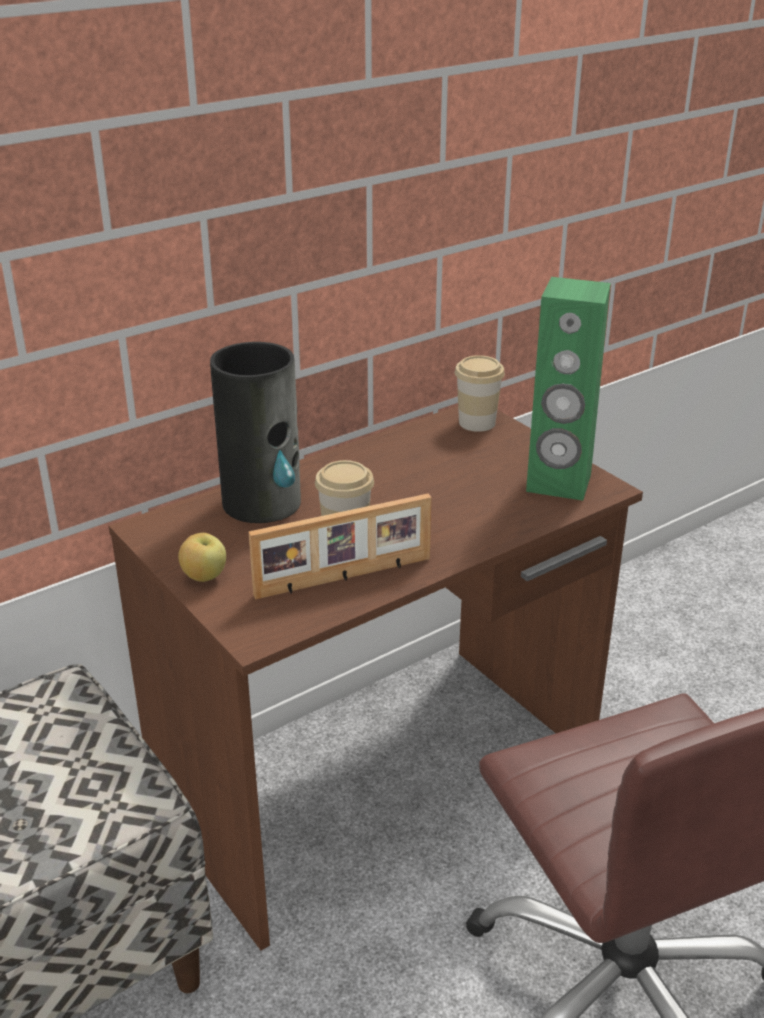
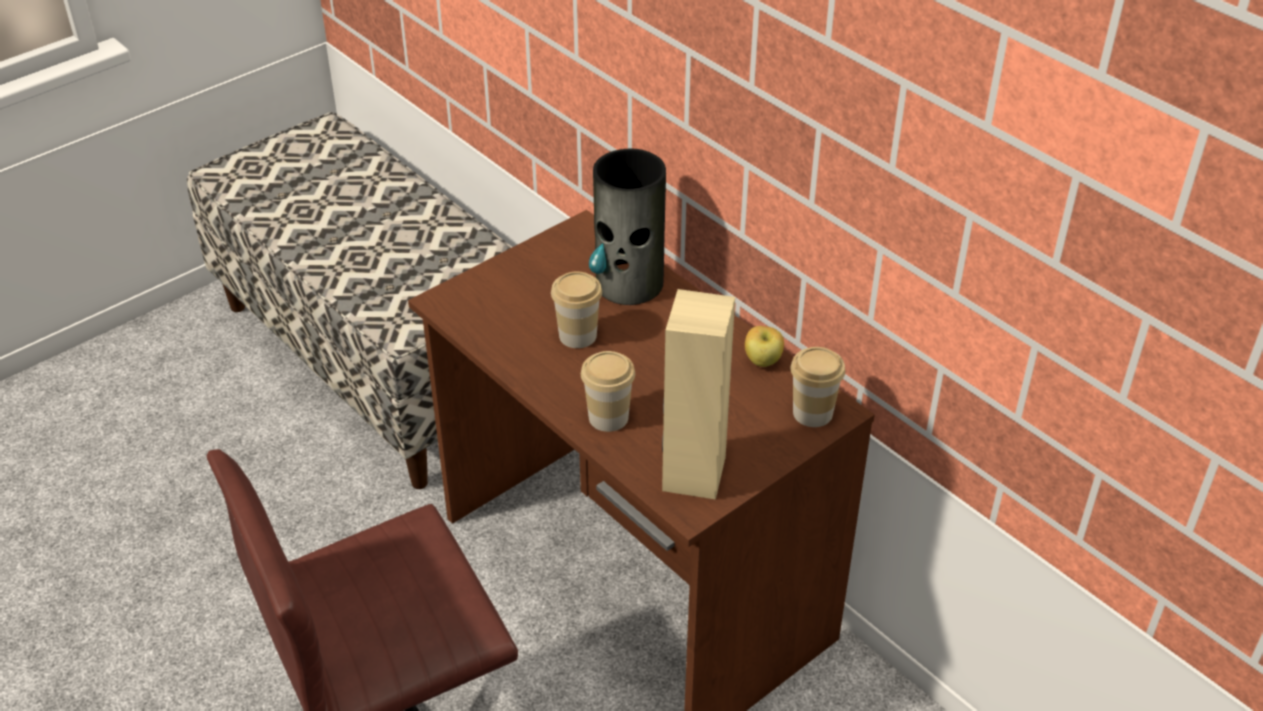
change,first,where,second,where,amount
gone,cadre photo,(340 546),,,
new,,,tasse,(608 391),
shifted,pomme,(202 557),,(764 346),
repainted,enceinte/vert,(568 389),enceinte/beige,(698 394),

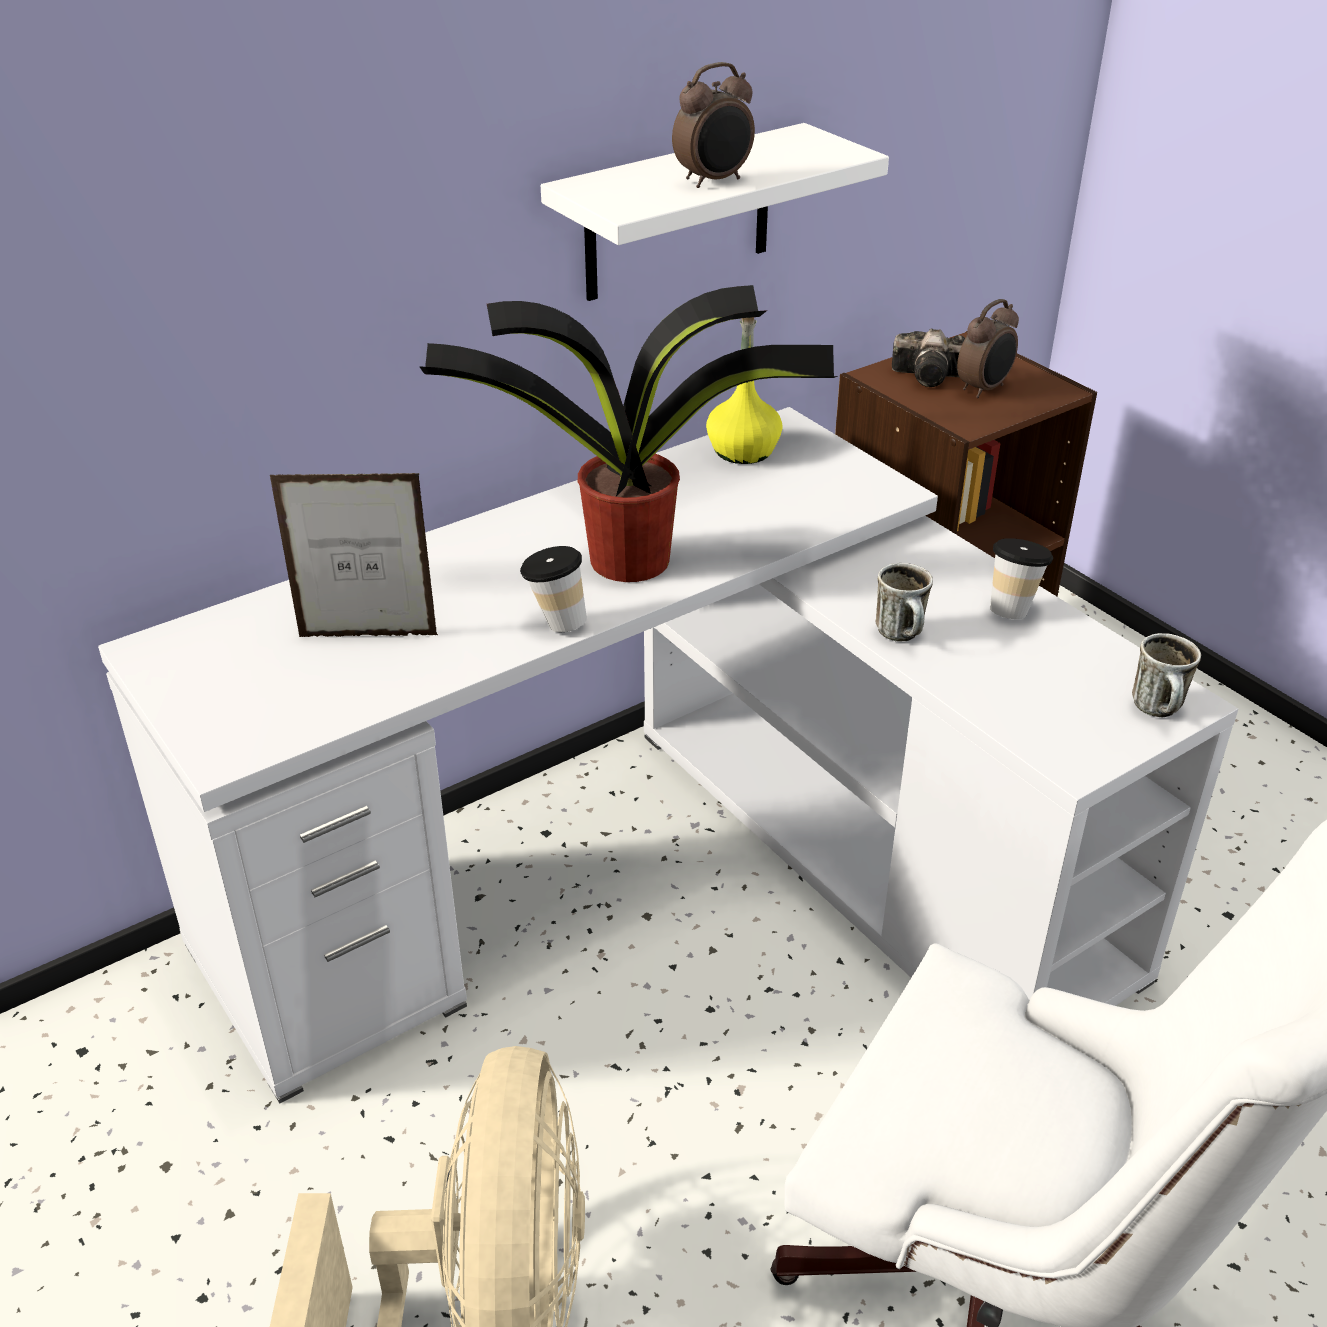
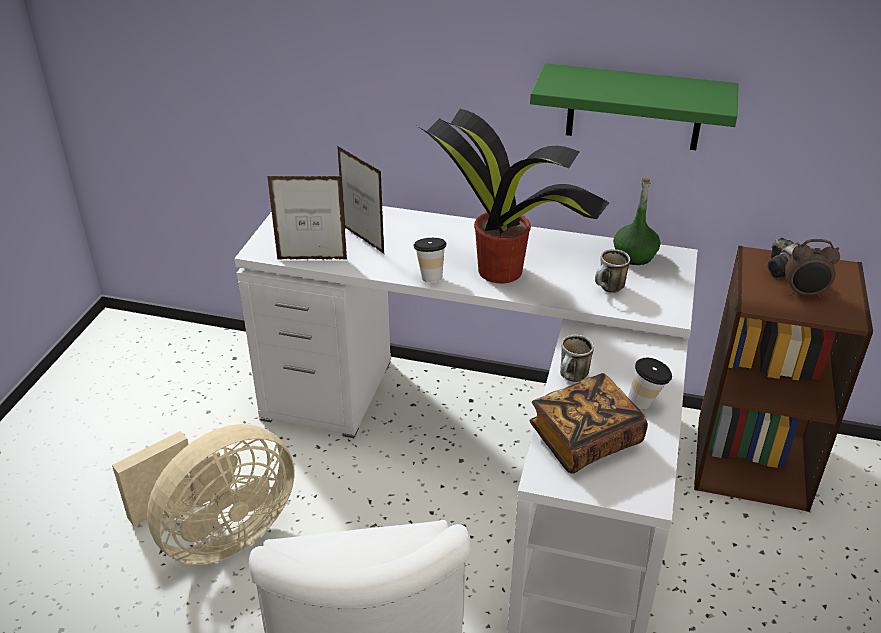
change,first,where,second,where,amount
gone,réveil,(713 125),,,
new,,,cadre photo,(307 218),
new,,,livre,(588 423),
shifted,mug,(1166 675),,(612 271),
repainted,étagère/blanc,(715 212),étagère/vert,(634 106),
repainted,bouteille/jaune,(744 390),bouteille/vert,(636 221),

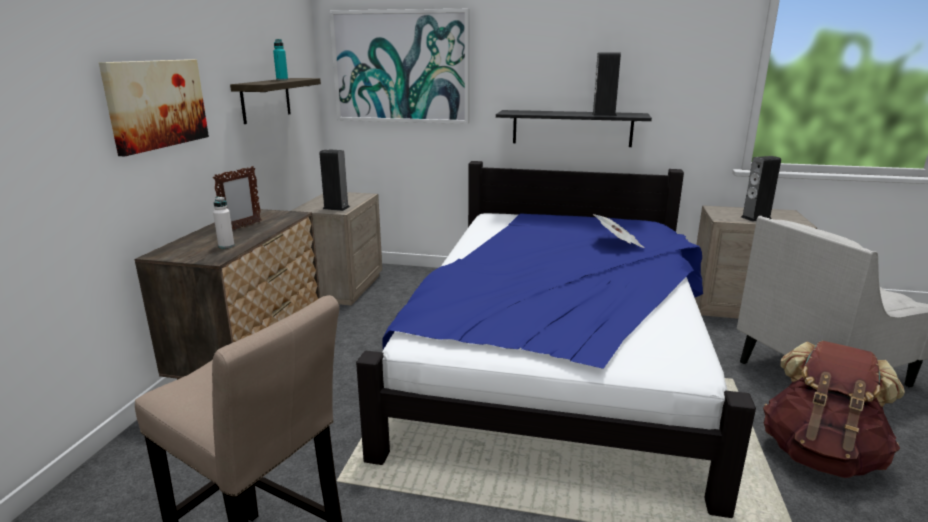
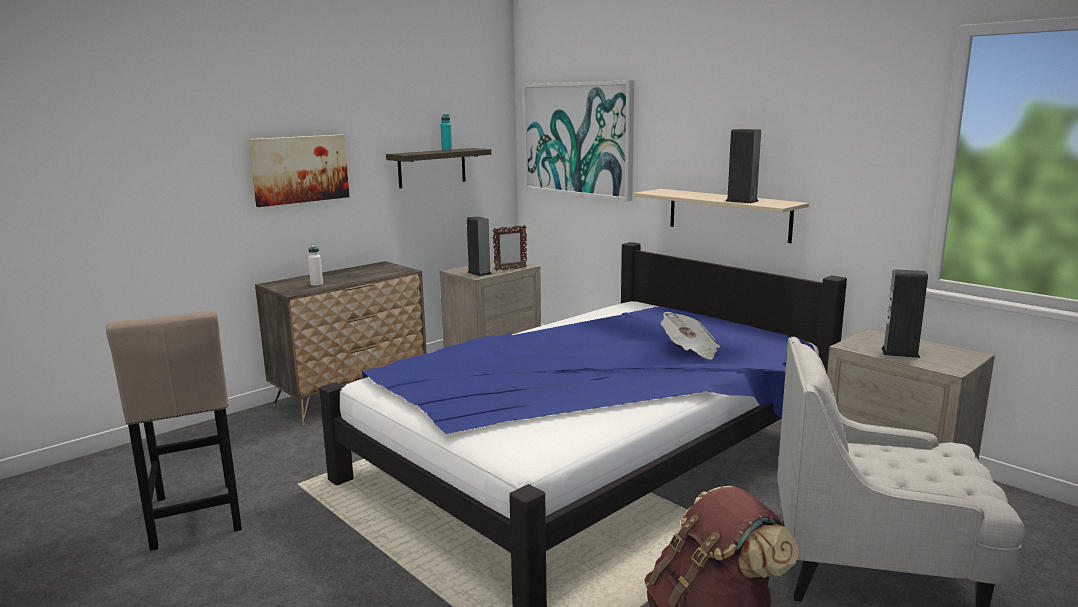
change,first,where,second,where,amount
shifted,cadre photo,(237 198),,(509 248),
repainted,étagère/noir,(574 128),étagère/beige,(721 216),

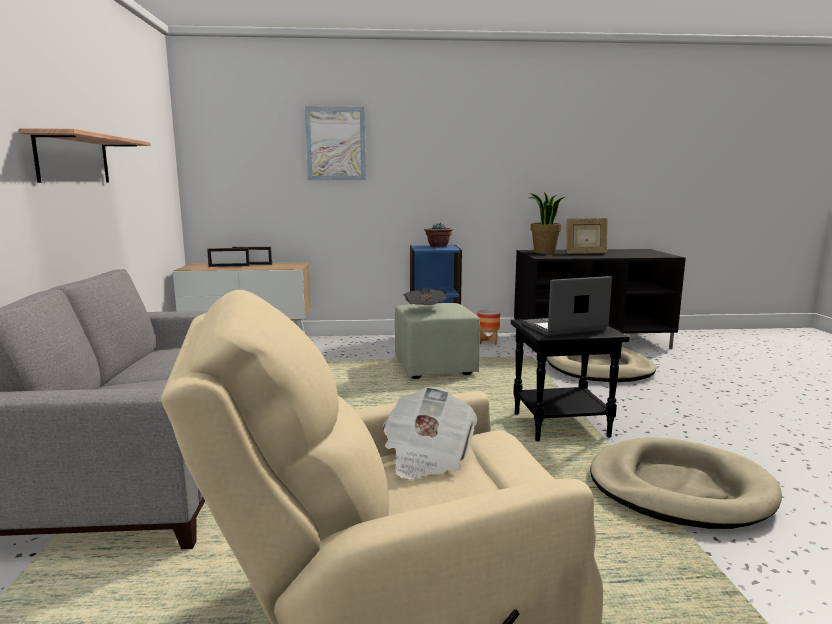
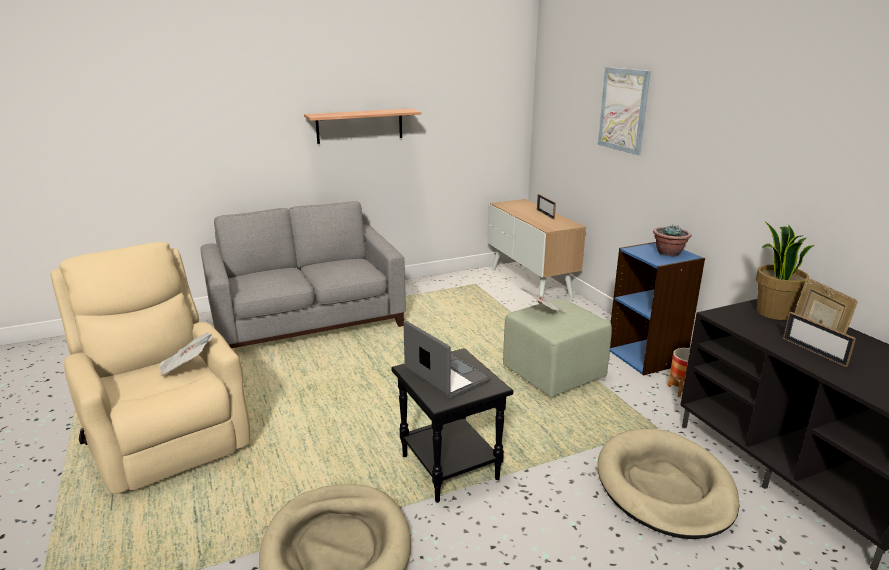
change,first,where,second,where,amount
shifted,cadre photo,(228 257),,(819 339),

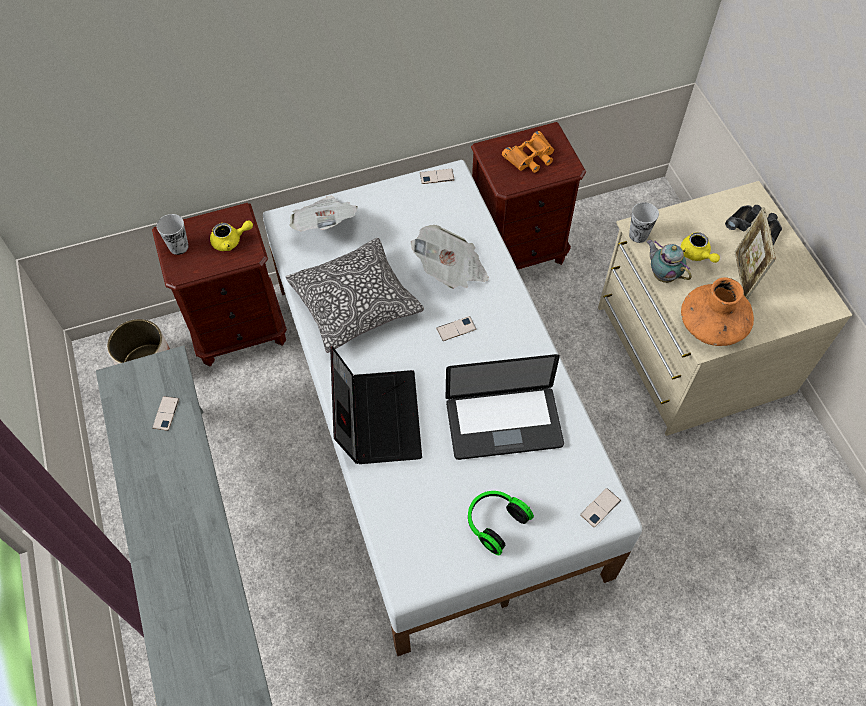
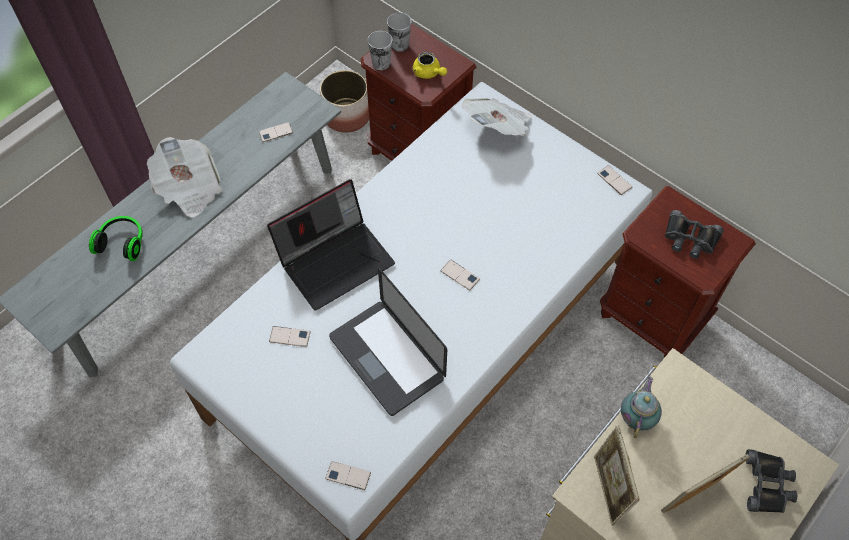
change,first,where,second,where,amount
gone,coussin,(355 295),,,
gone,théière/jaune,(700 247),,,
new,,,téléphone,(290 336),
shifted,journal,(450 256),,(185 177),
shifted,casque audio,(501 523),,(116 238),
shifted,tasse,(644 222),,(380 50),
swapped,vase/orange,(717 311),cadre photo,(617 475),
repainted,jumelles/orange,(528 152),jumelles/noir,(694 234),

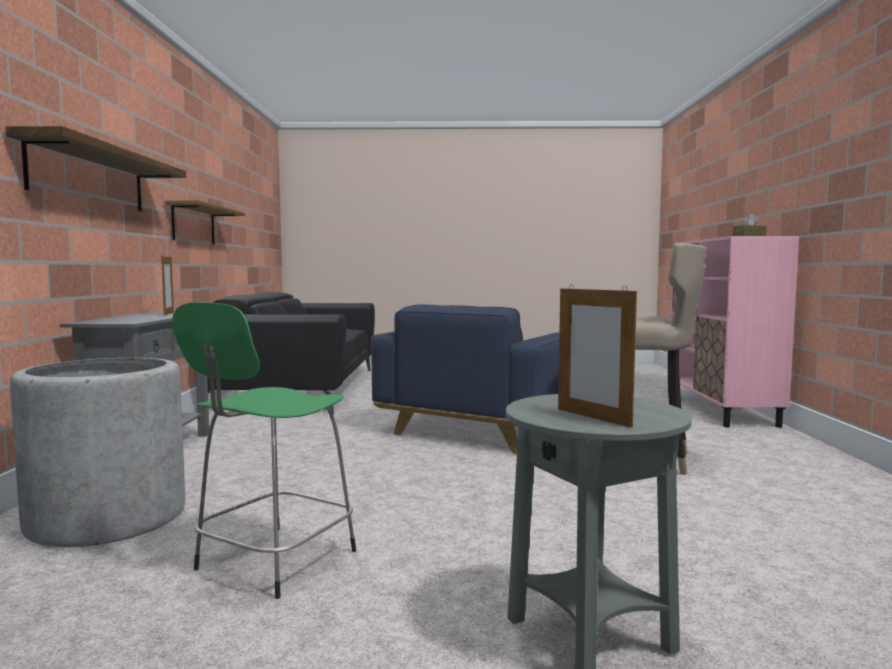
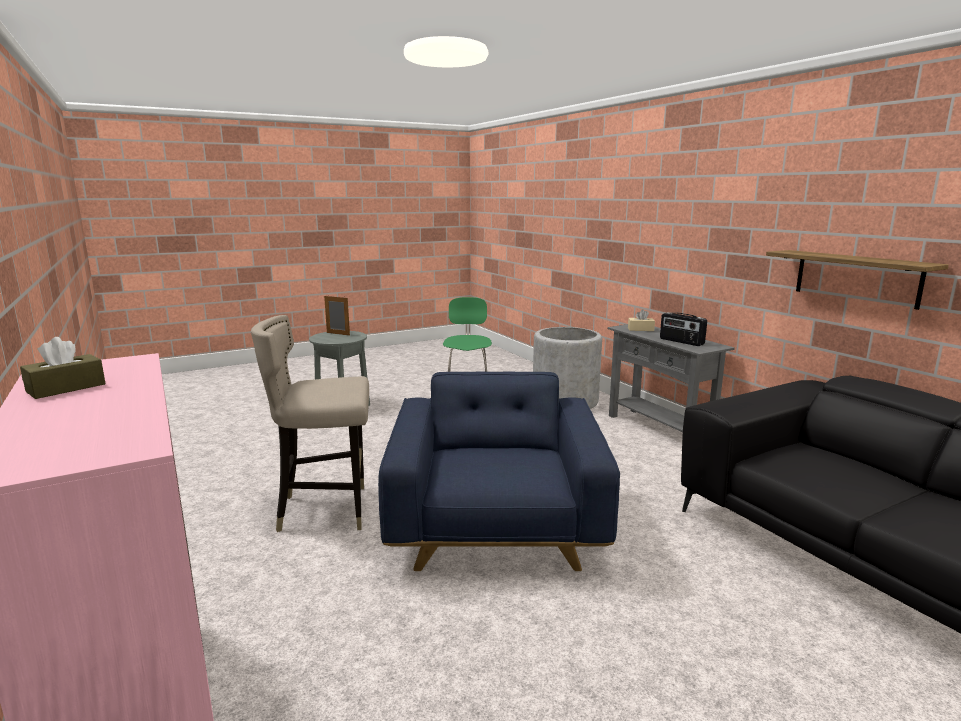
change,first,where,second,where,amount
gone,étagère,(95 168),,,
new,,,boîte à mouchoirs/beige,(641 320),
swapped,cadre photo,(167 285),radio,(683 329),

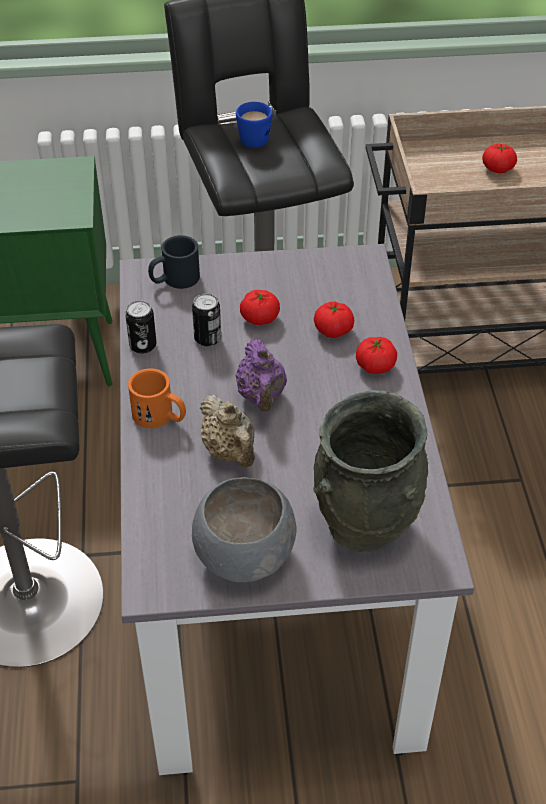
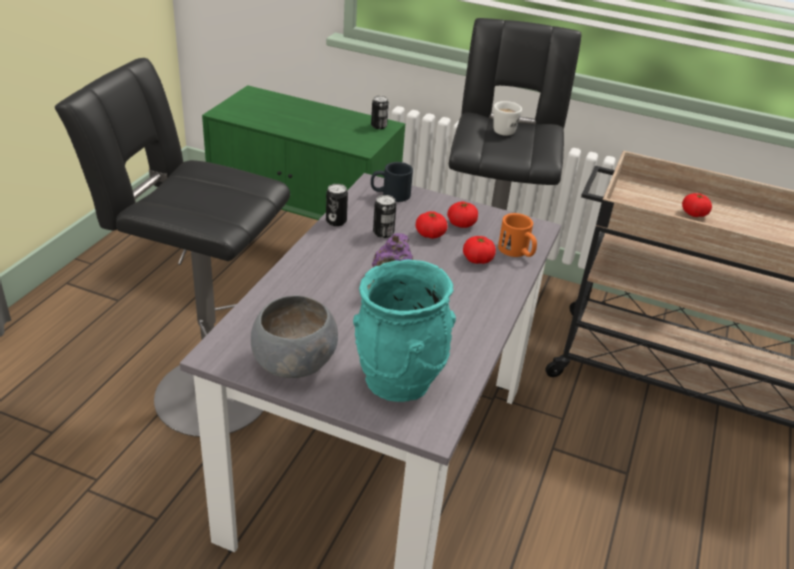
change,first,where,second,where,amount
gone,théière/beige,(227 431),,,
new,,,boîte métallique,(380 112),
shifted,mug/orange,(157 398),,(517 235),
shifted,tomate,(376 355),,(462 215),
repainted,mug/bleu,(254 125),mug/blanc,(507 118),
repainted,vase/gris,(370 471),vase/turquoise,(404 330),

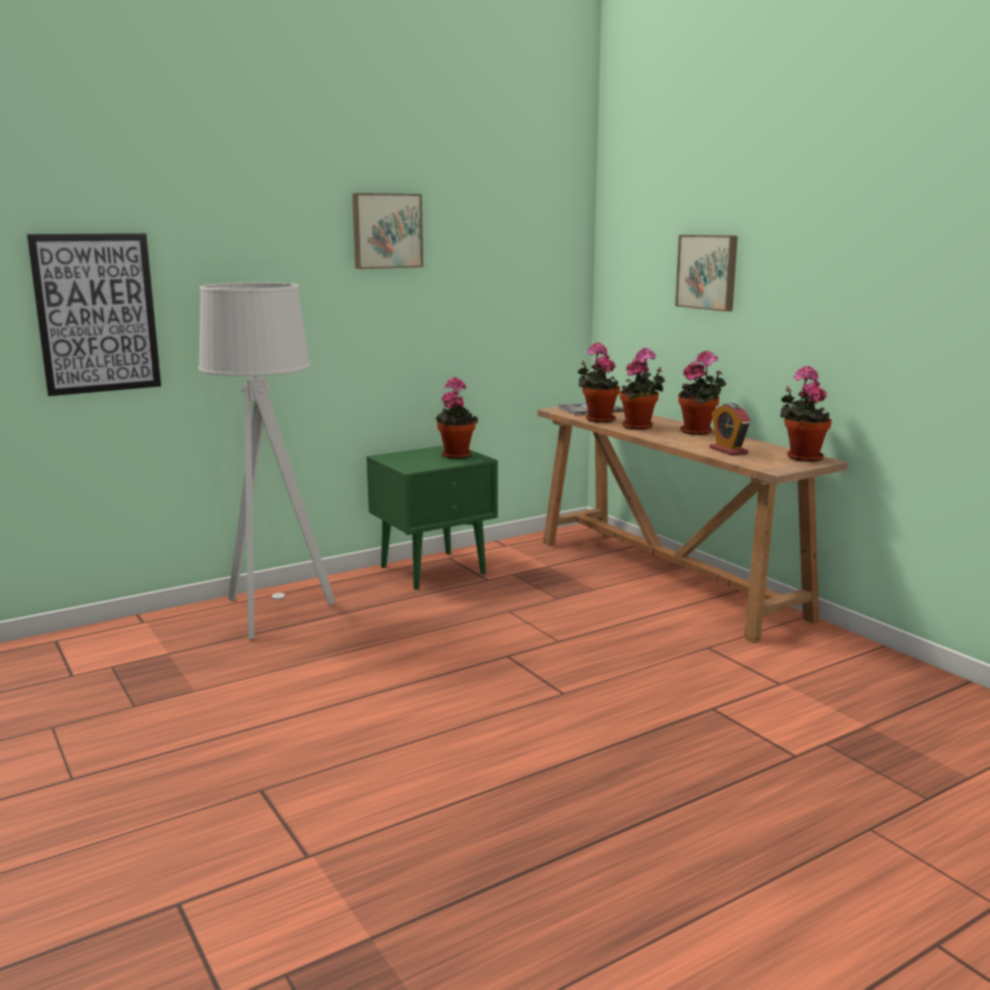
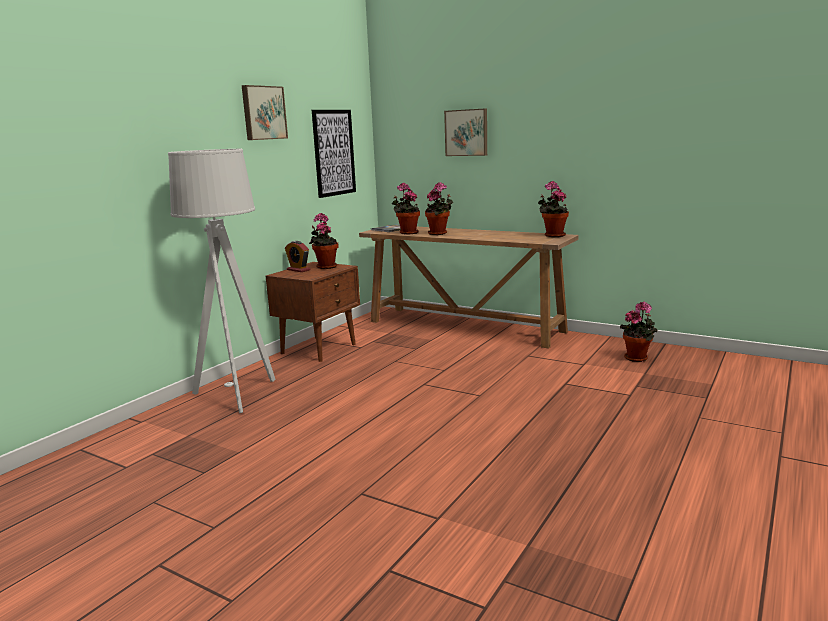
change,first,where,second,where,amount
shifted,tableau,(94 314),,(334 154),
shifted,plante en pot,(702 393),,(639 332),
shifted,réveil,(730 429),,(298 256),
repainted,table de chevet/vert,(432 517),table de chevet/marron,(313 312),

